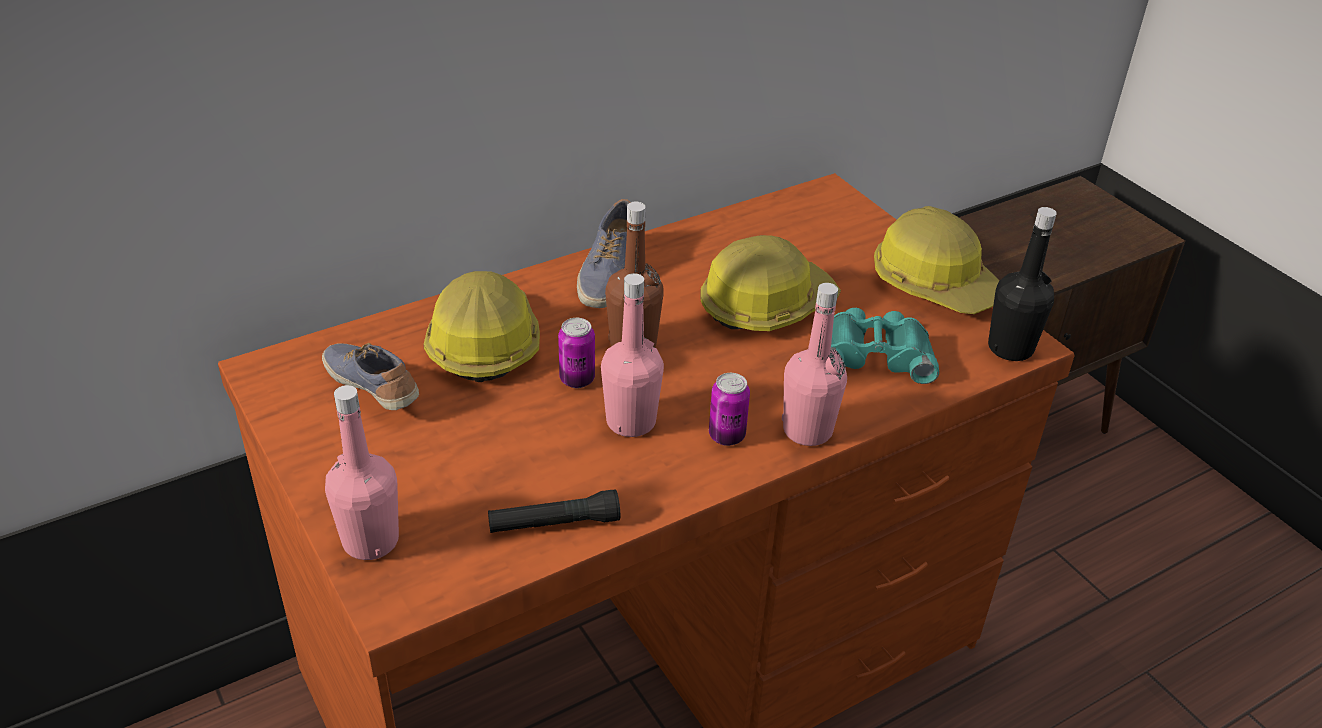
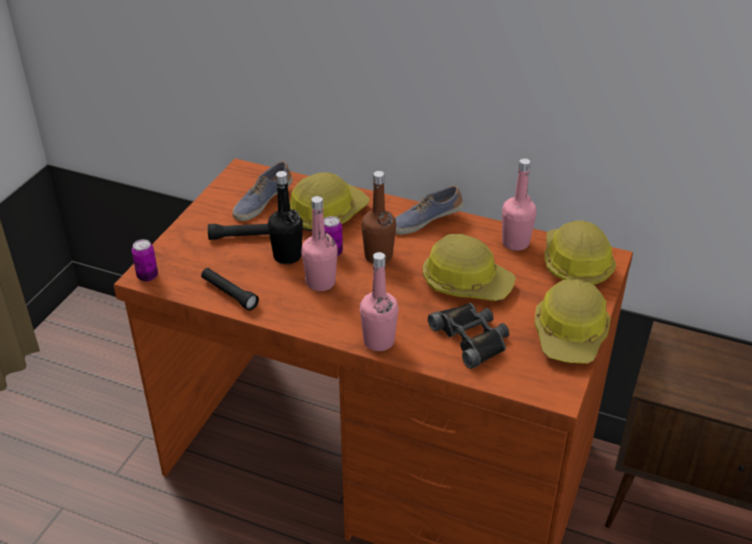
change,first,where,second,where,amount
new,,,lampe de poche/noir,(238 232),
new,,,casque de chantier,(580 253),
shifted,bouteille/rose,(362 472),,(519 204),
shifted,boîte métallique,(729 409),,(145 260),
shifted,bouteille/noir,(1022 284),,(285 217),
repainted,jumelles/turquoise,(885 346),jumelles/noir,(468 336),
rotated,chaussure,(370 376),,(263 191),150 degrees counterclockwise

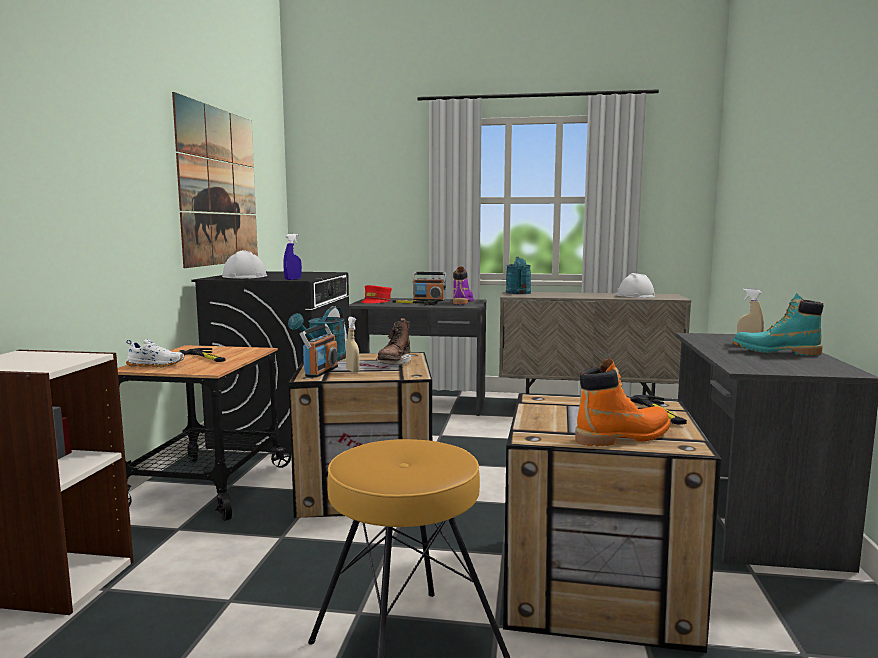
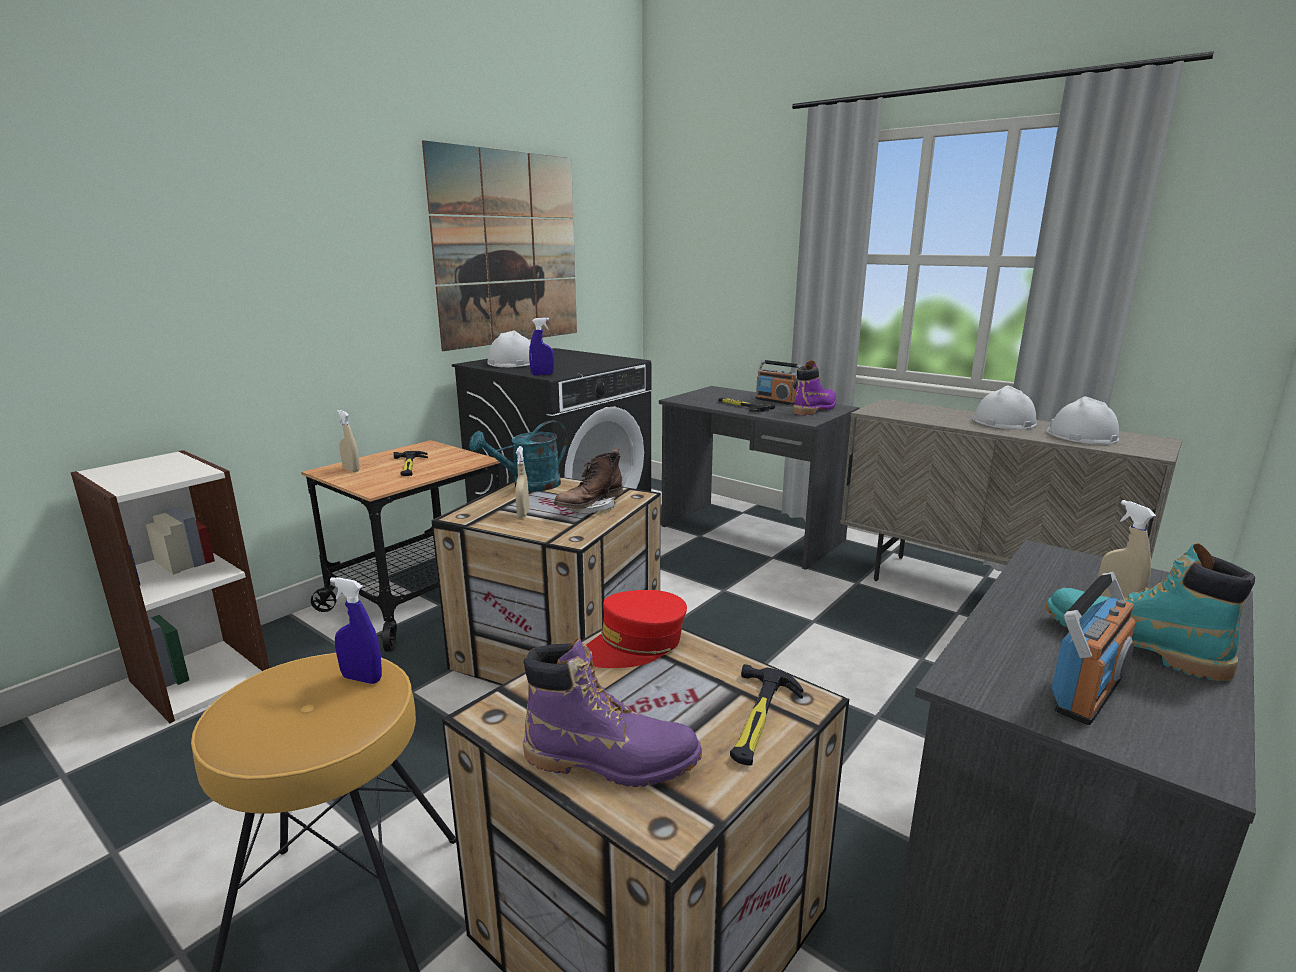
change,first,where,second,where,amount
gone,arrosoir/turquoise,(518 275),,,
new,,,vaporisateur/bleu,(356 630),
new,,,casque de chantier/blanc,(1004 407),
shifted,radio,(319 350),,(1094 648),
shifted,casquette/rouge,(376 294),,(636 629),
swapped,chaussure/blanc,(155 353),vaporisateur/beige,(348 441),
repainted,botte/orange,(622 403),botte/violet,(612 712),

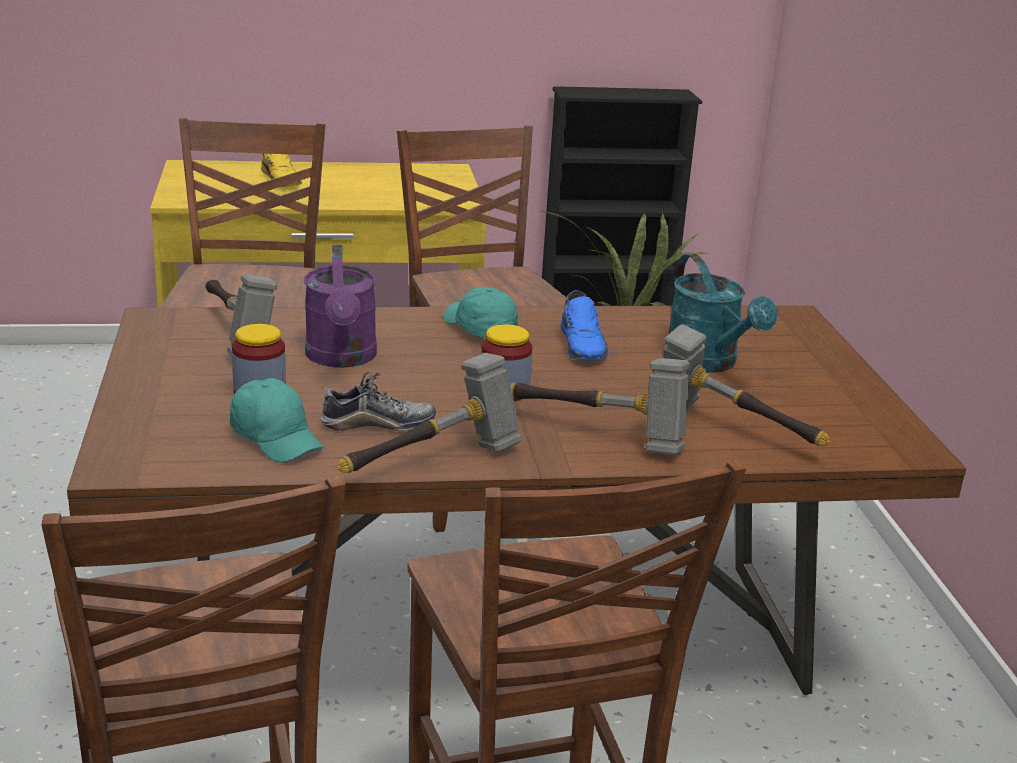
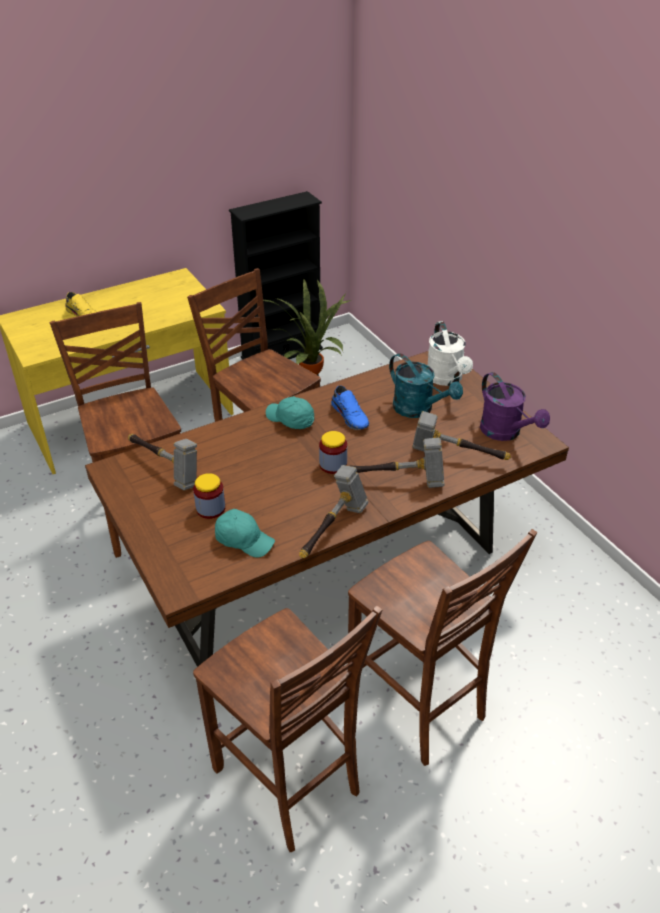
change,first,where,second,where,amount
gone,chaussure,(378 402),,,
new,,,arrosoir/blanc,(450 353),
shifted,arrosoir/violet,(340 306),,(515 406),

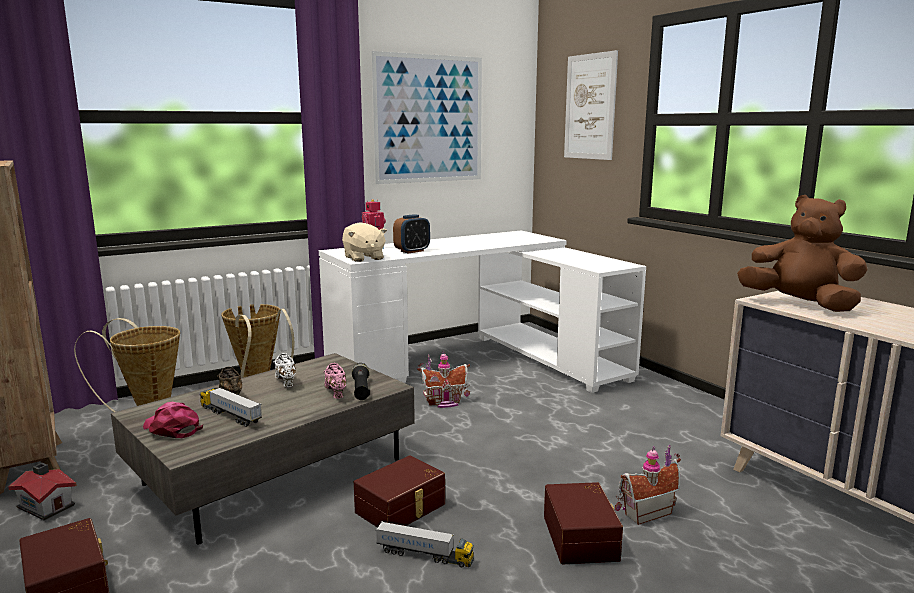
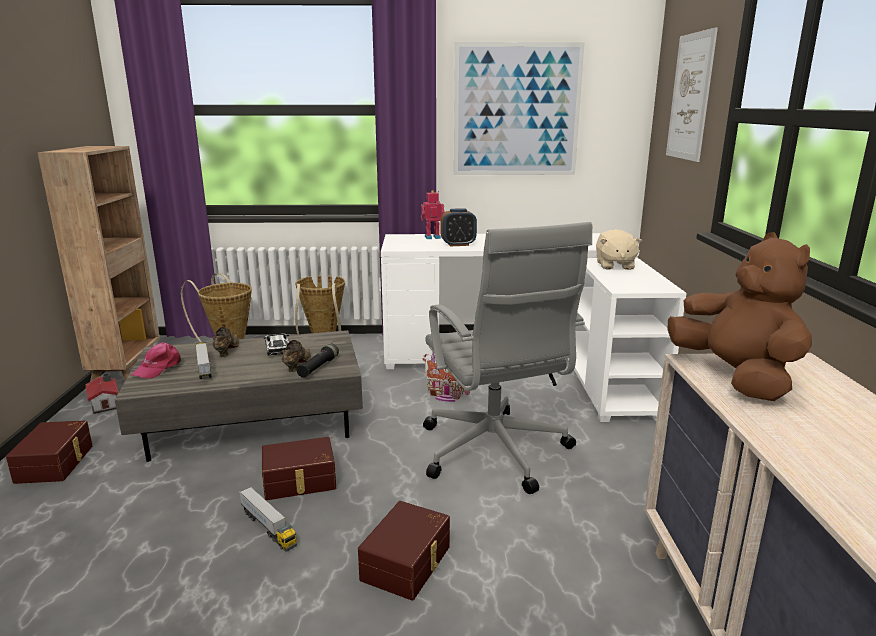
change,first,where,second,where,amount
gone,maison miniature,(648 485),,,
new,,,chaise de bureau/gris,(507 358),
shifted,peluche/beige,(364 242),,(619 249),
swapped,chaussure/blanc,(284 370),petite voiture,(276 344),
repainted,chaussure/rose,(334 381),chaussure/marron,(296 356),
rotated,casquette/rose,(173 420),,(156 360),135 degrees counterclockwise

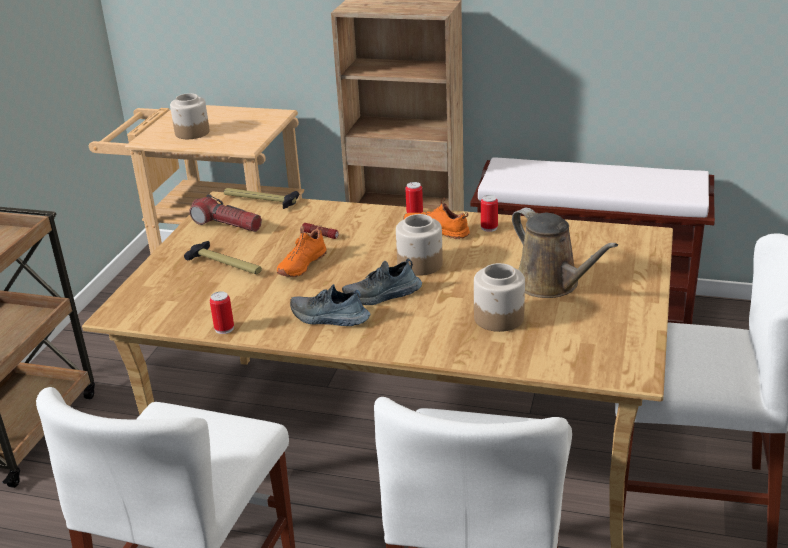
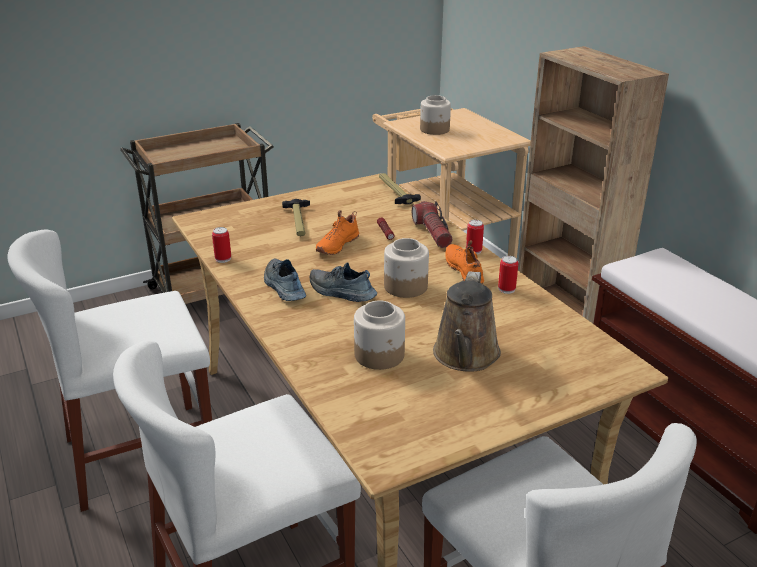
change,first,where,second,where,amount
shifted,lampe de poche,(225 213),,(432 224),
rotated,chaussure/orange,(302 251),,(337 232),45 degrees counterclockwise

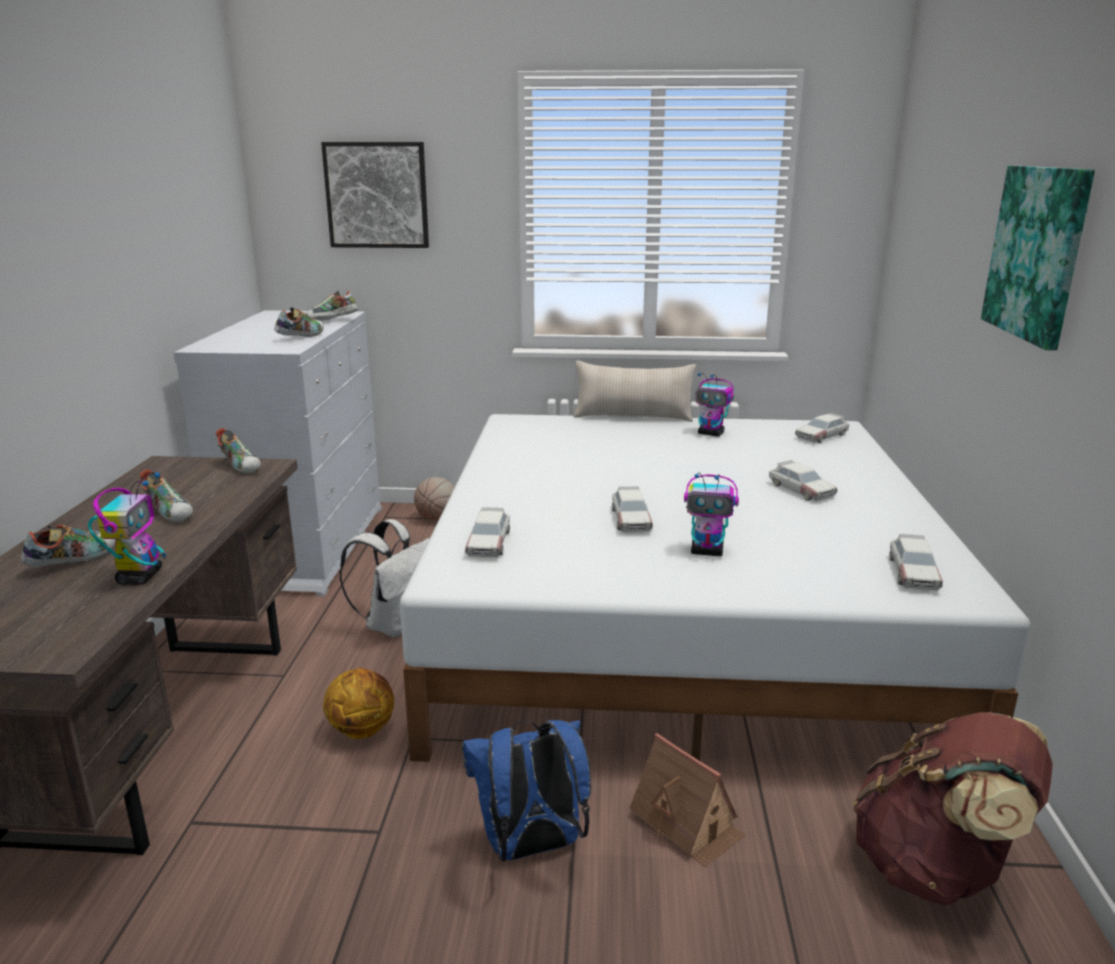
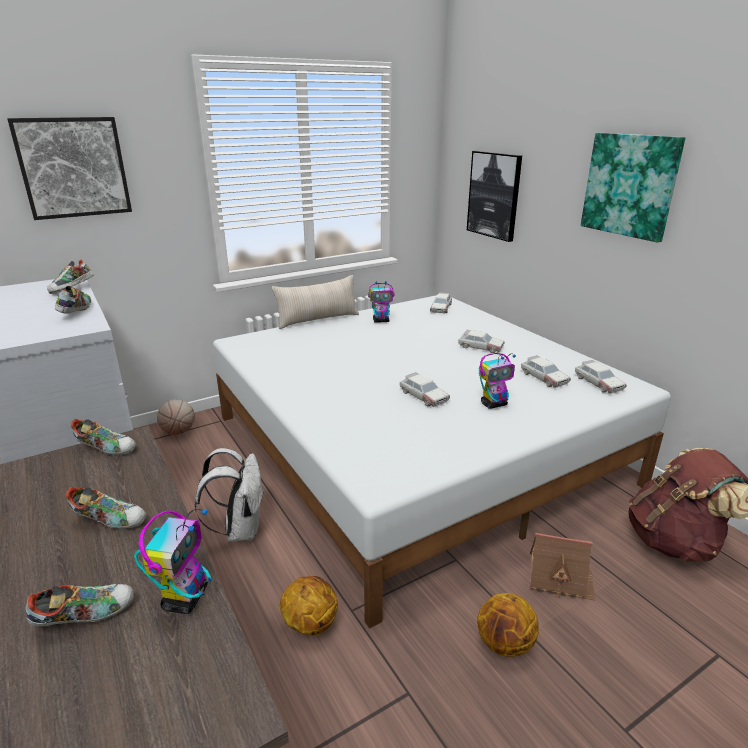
change,first,where,second,where,amount
new,,,tableau,(494 196),
shifted,petite voiture,(487 532),,(546 371),
swapped,sac à dos/bleu,(526 791),ballon de basket,(508 625),
rotated,chaussure,(68 546),,(80 605),60 degrees clockwise
rotated,robot jouet,(127 528),,(173 561),45 degrees clockwise

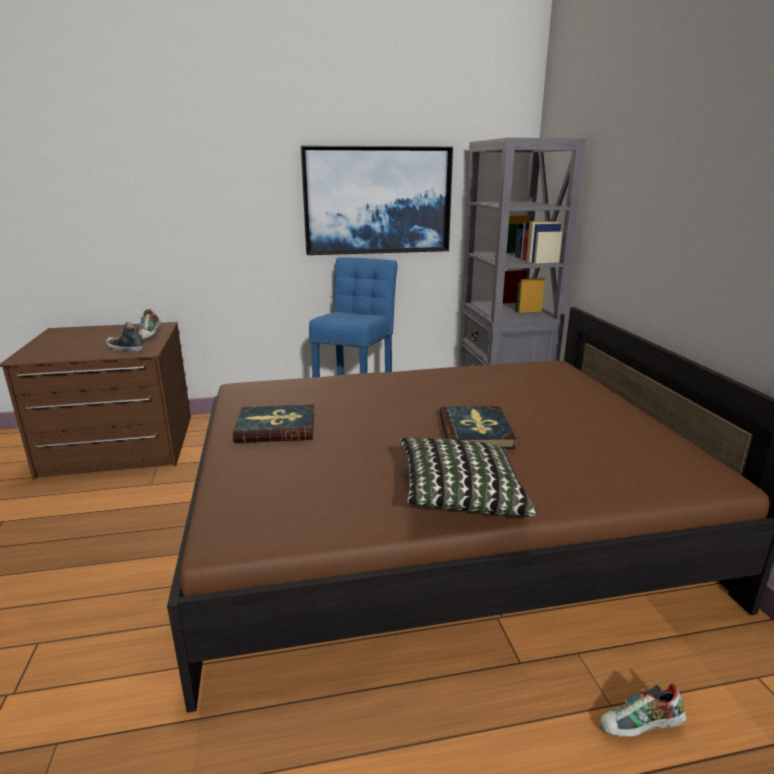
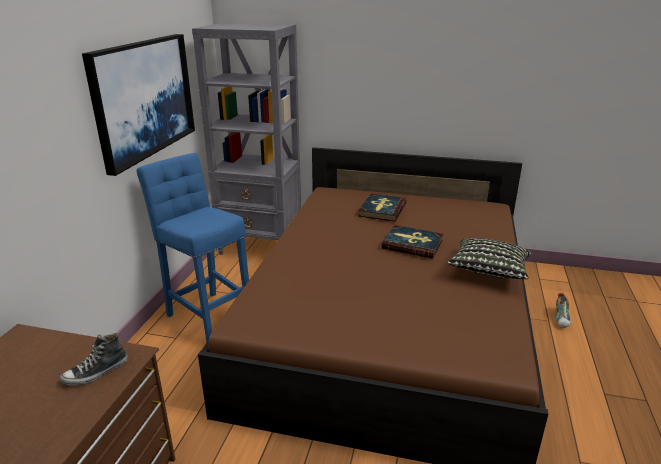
change,first,where,second,where,amount
gone,chaussure,(150 325),,,
shifted,livre,(273 424),,(382 208),

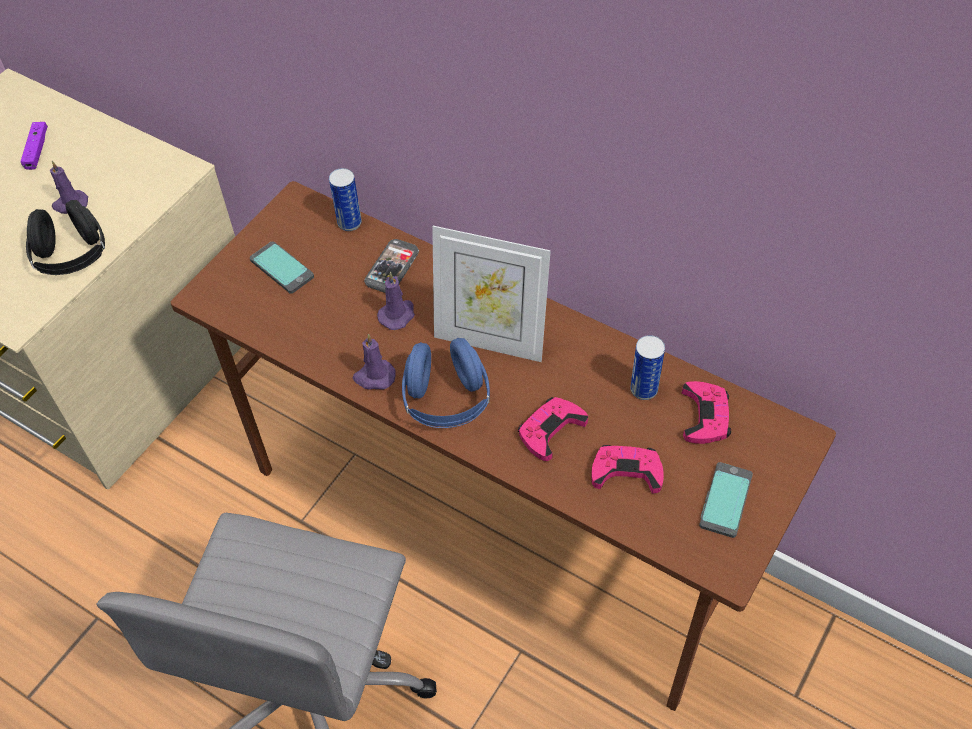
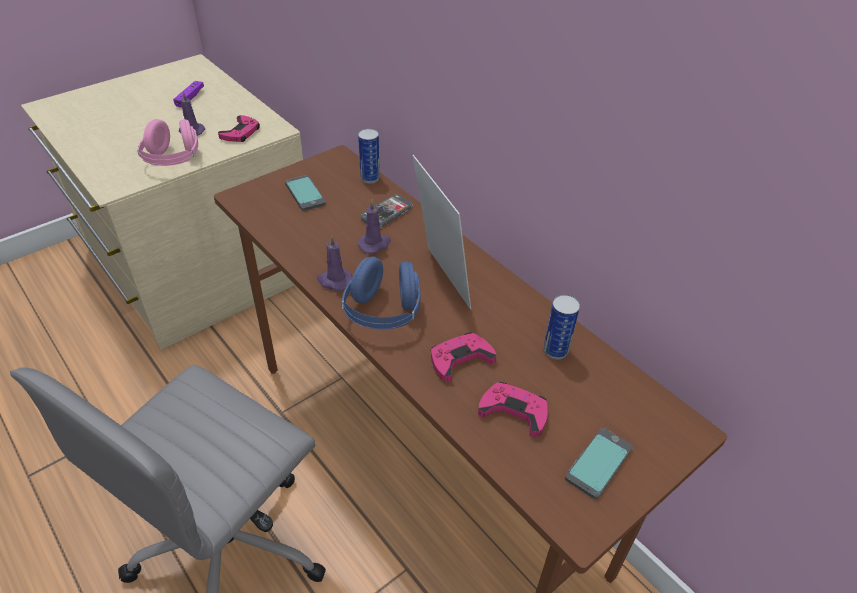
change,first,where,second,where,amount
shifted,manette/rose,(706 412),,(239 128),
repainted,casque audio/noir,(65 237),casque audio/rose,(167 142),
rotated,cadre photo,(491 294),,(441 232),150 degrees counterclockwise

